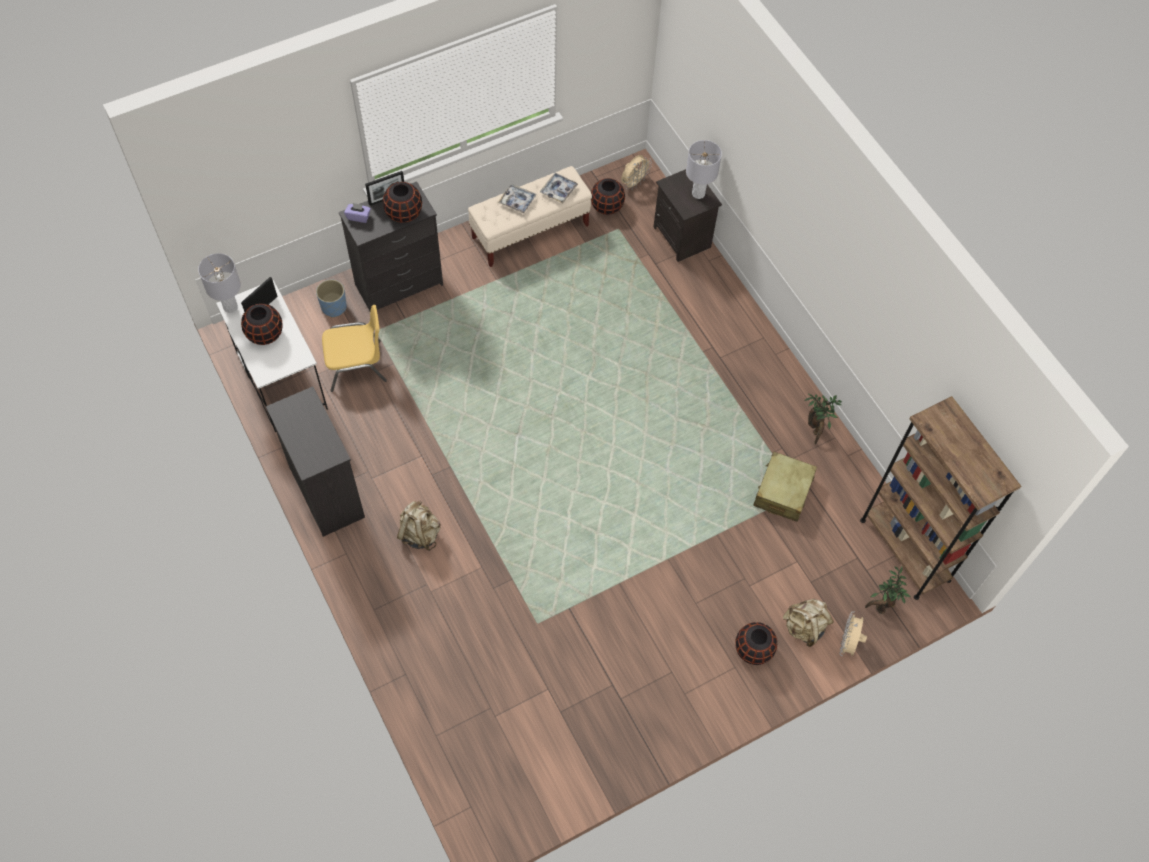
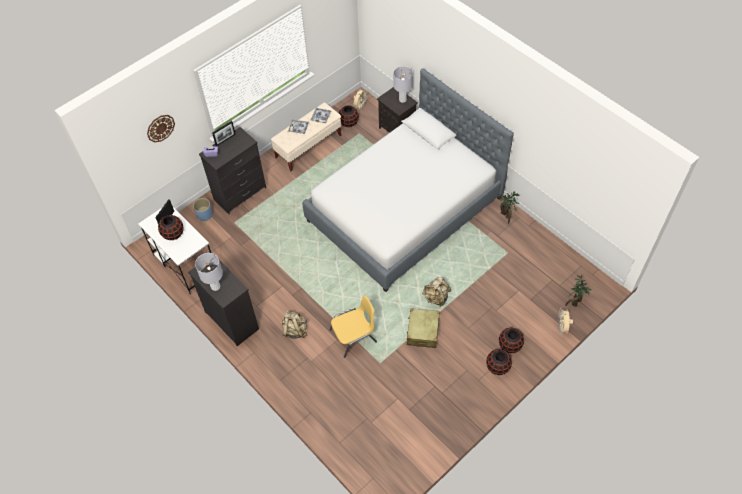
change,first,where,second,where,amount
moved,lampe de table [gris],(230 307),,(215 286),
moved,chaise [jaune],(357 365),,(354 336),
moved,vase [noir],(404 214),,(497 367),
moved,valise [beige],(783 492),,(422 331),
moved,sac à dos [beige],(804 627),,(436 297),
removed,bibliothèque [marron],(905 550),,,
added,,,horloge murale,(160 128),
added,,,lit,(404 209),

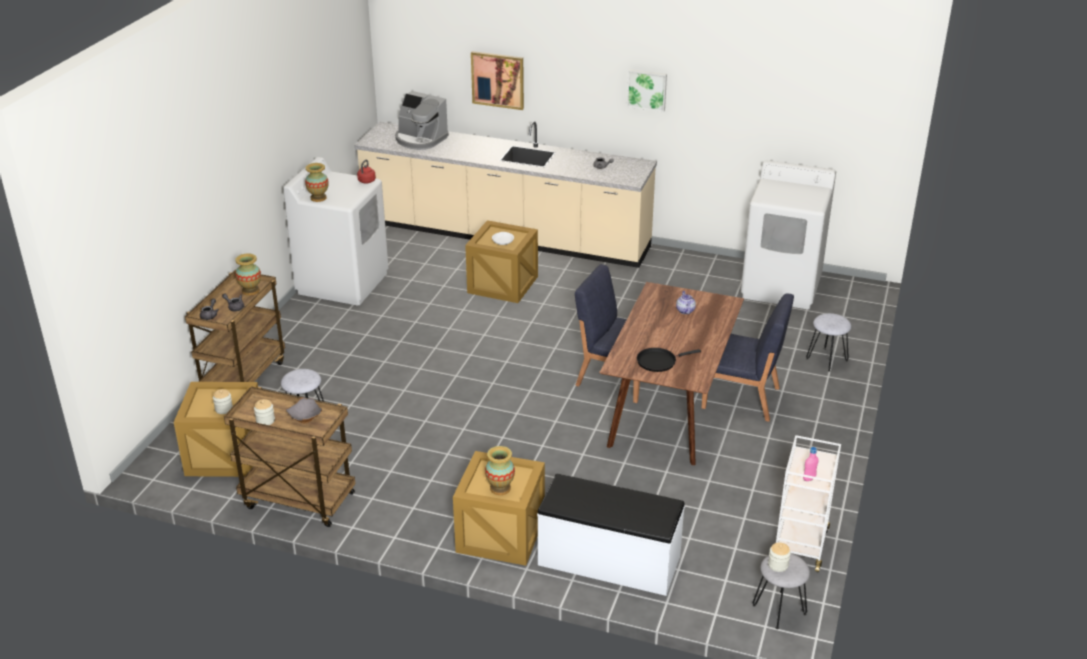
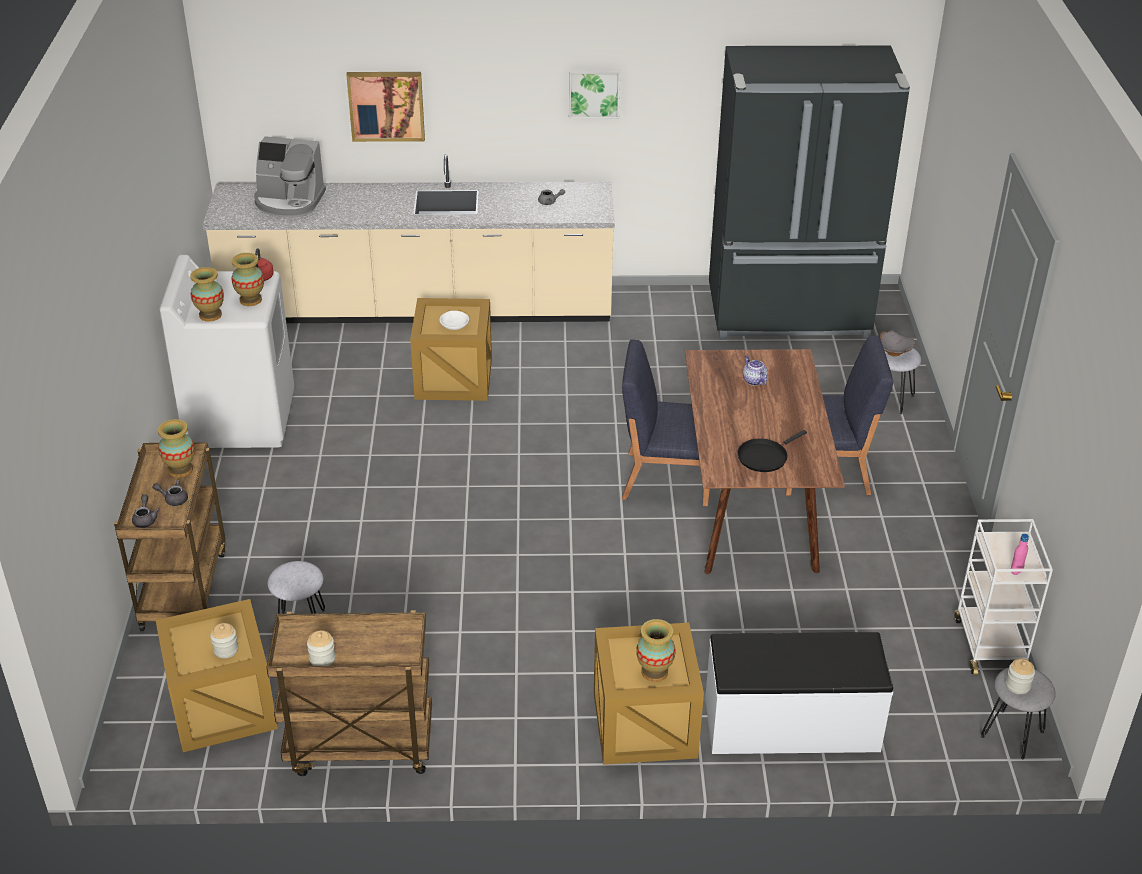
change,first,where,second,where,amount
moved,bol [gris],(306 419),,(894 352),
replaced,lave-linge [blanc],(781 287),réfrigérateur [noir],(789 314),
added,,,vase,(251 300),

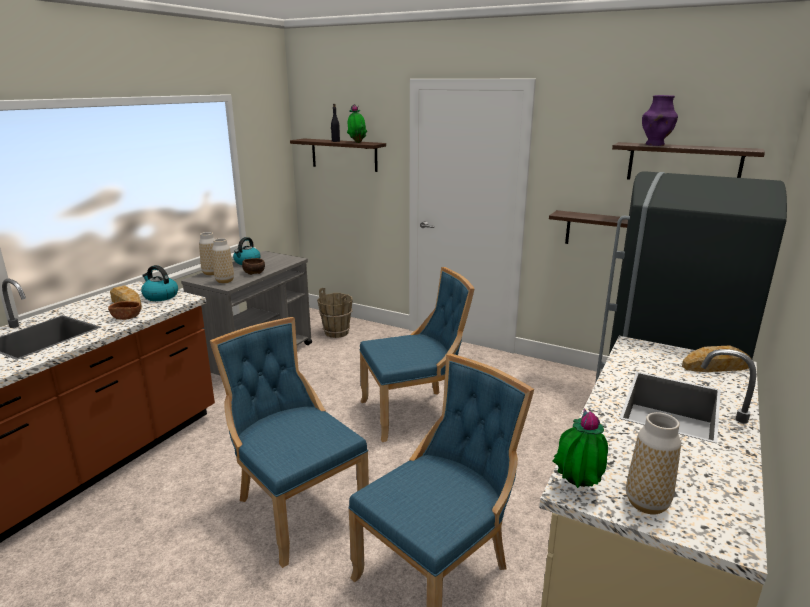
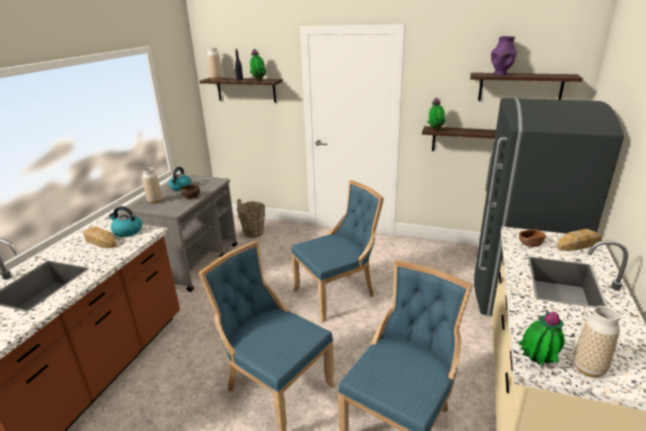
change,first,where,second,where,amount
moved,bol [marron],(126 317),,(530 243),
moved,vase,(225 281),,(216 79),
added,,,plante en pot,(435 130),

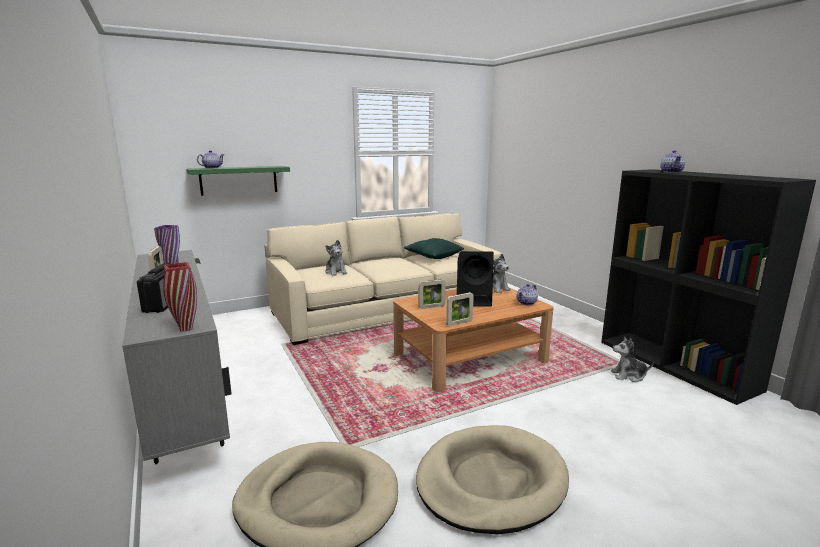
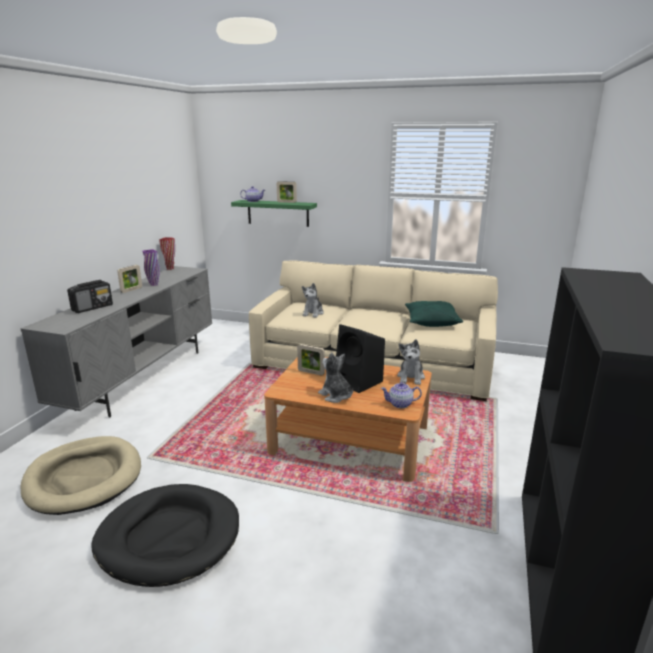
change,first,where,second,where,amount
moved,vase [rouge],(185 328),,(170 269),
recoloured,panier pour chien [beige],(490 481),panier pour chien [noir],(169 537),
moved,cadre photo,(459 323),,(286 202),
moved,peluche,(628 376),,(336 396),
removed,théière,(671 172),,,

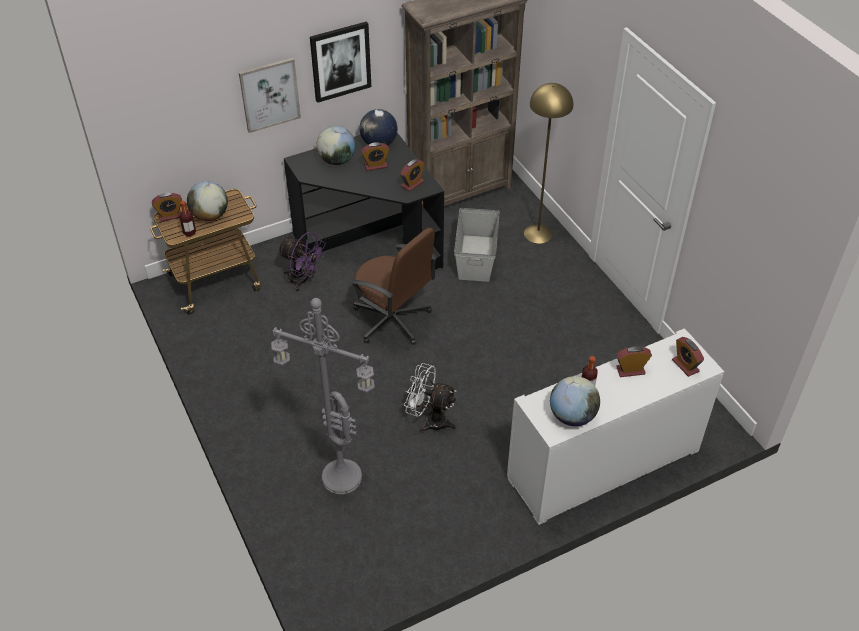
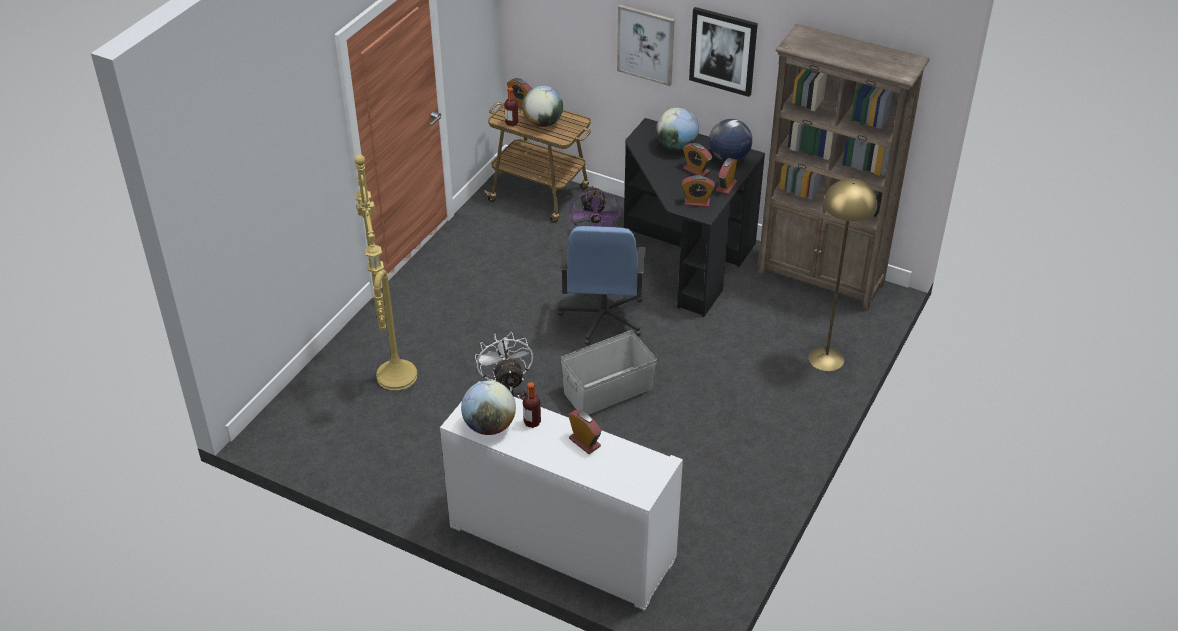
change,first,where,second,where,amount
recoloured,lampadaire [gris],(339 479),lampadaire [jaune],(394 376),
recoloured,chaise de bureau [marron],(392 320),chaise de bureau [bleu],(602 318),
moved,boîte de rangement [gris],(475 258),,(607 390),
moved,réveil,(685 365),,(726 186),

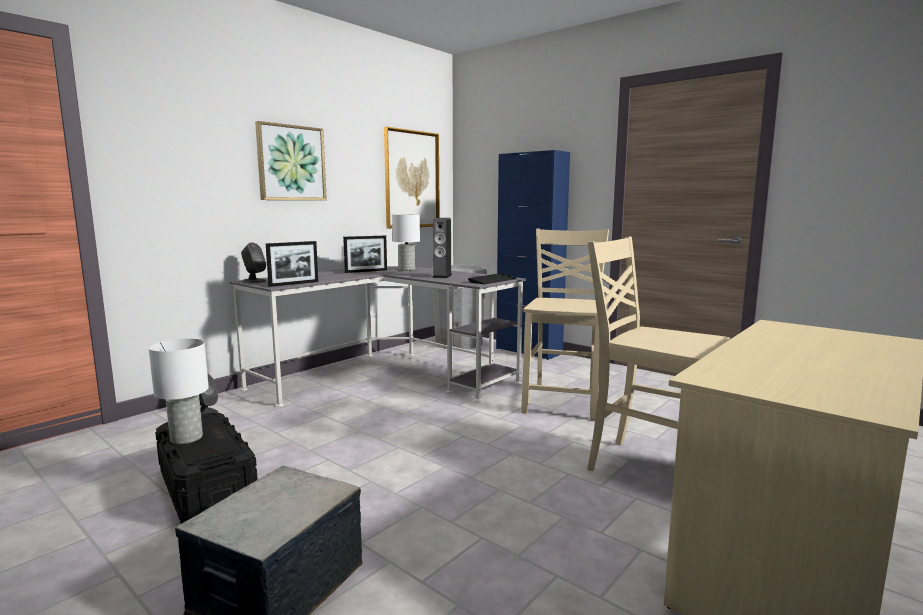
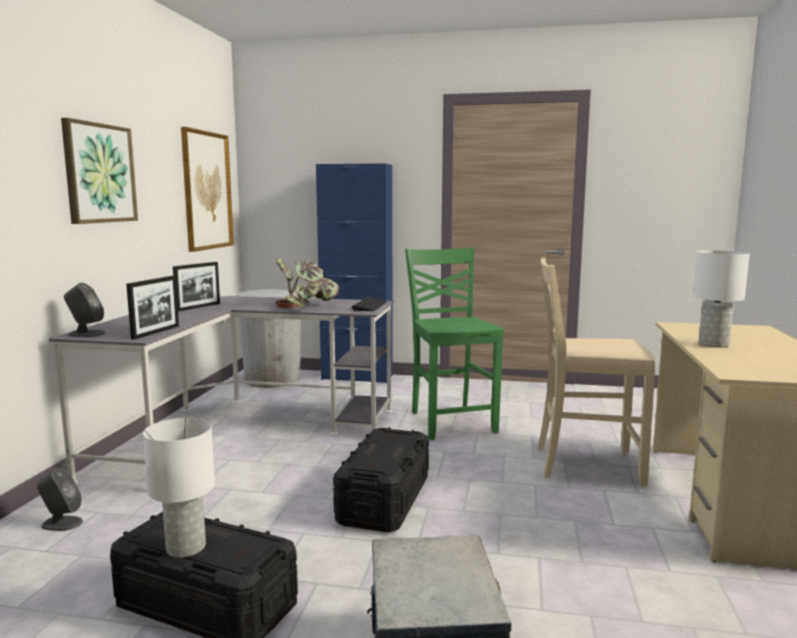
change,first,where,second,where,amount
moved,lampe de table [blanc],(406 269),,(712 344),
replaced,enceinte,(442 276),plante en pot,(305 306),
recoloured,chaise [beige],(563 401),chaise [vert],(451 422),
added,,,boîte de rangement [noir],(385 499),

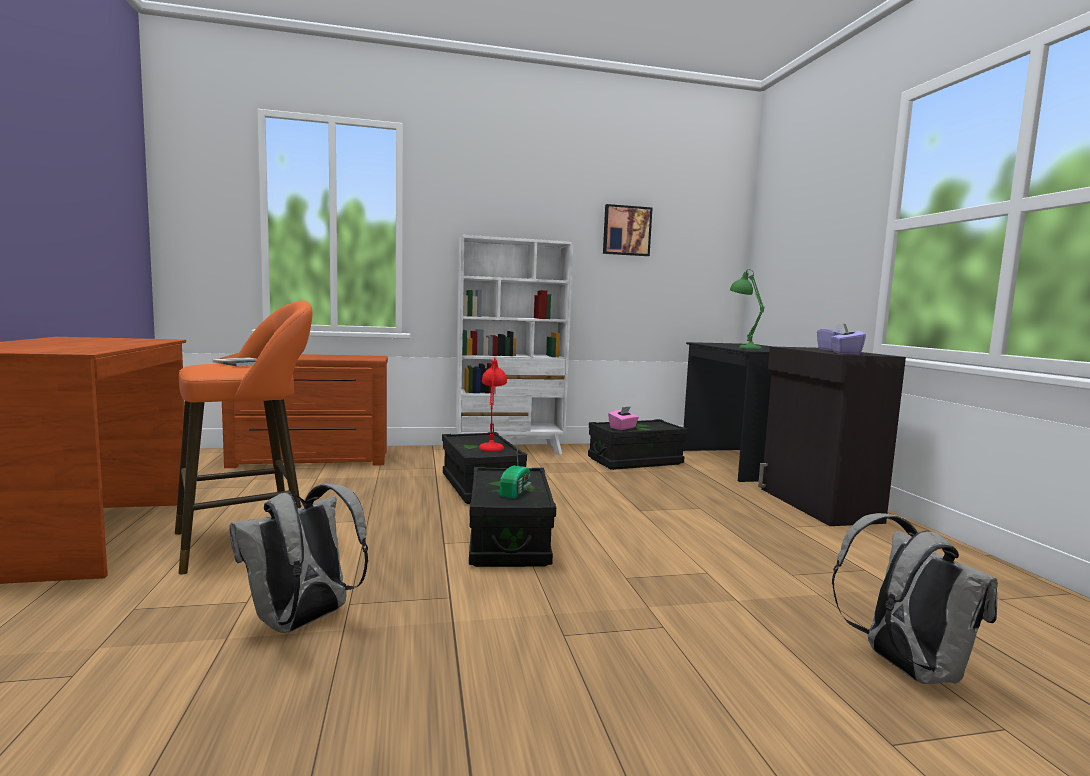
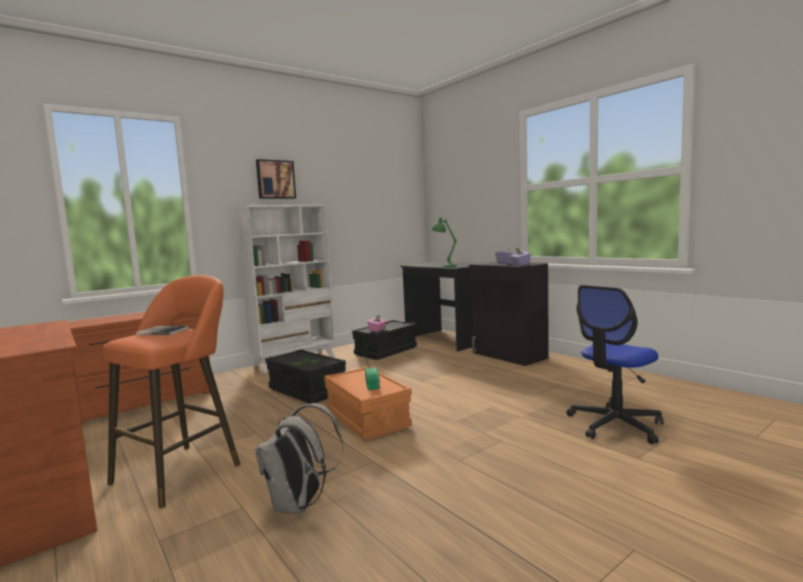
change,first,where,second,where,amount
recoloured,boîte de rangement [noir],(508 540),boîte de rangement [orange],(367 419),
removed,lampe de table [rouge],(492 446),,,
moved,tableau,(626 231),,(275 179),
replaced,sac à dos [gris],(904 667),chaise de bureau,(615 425),

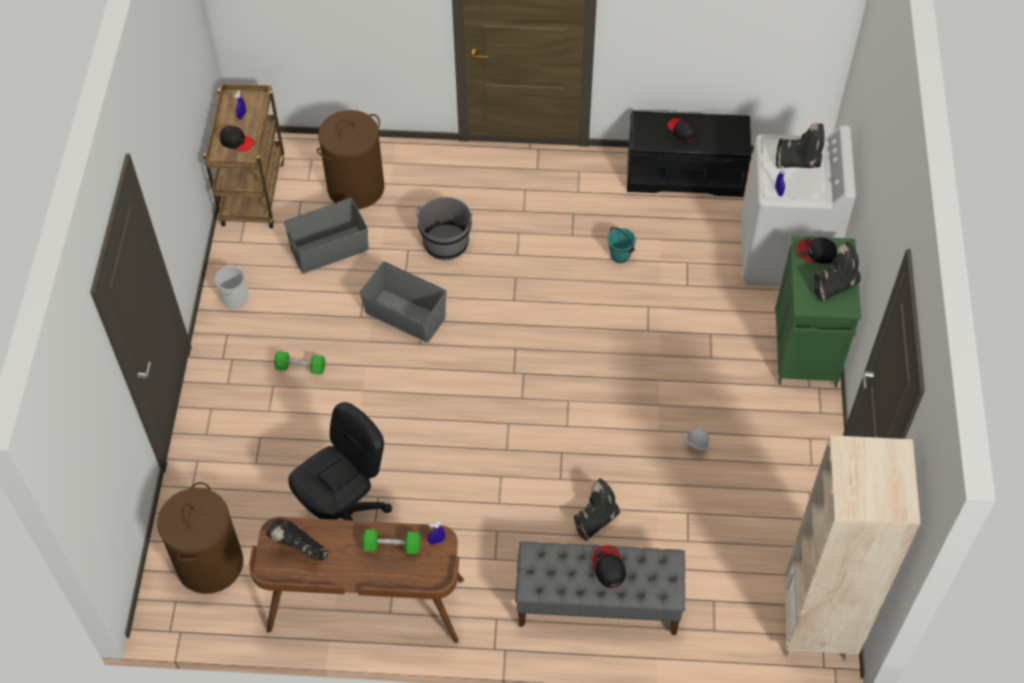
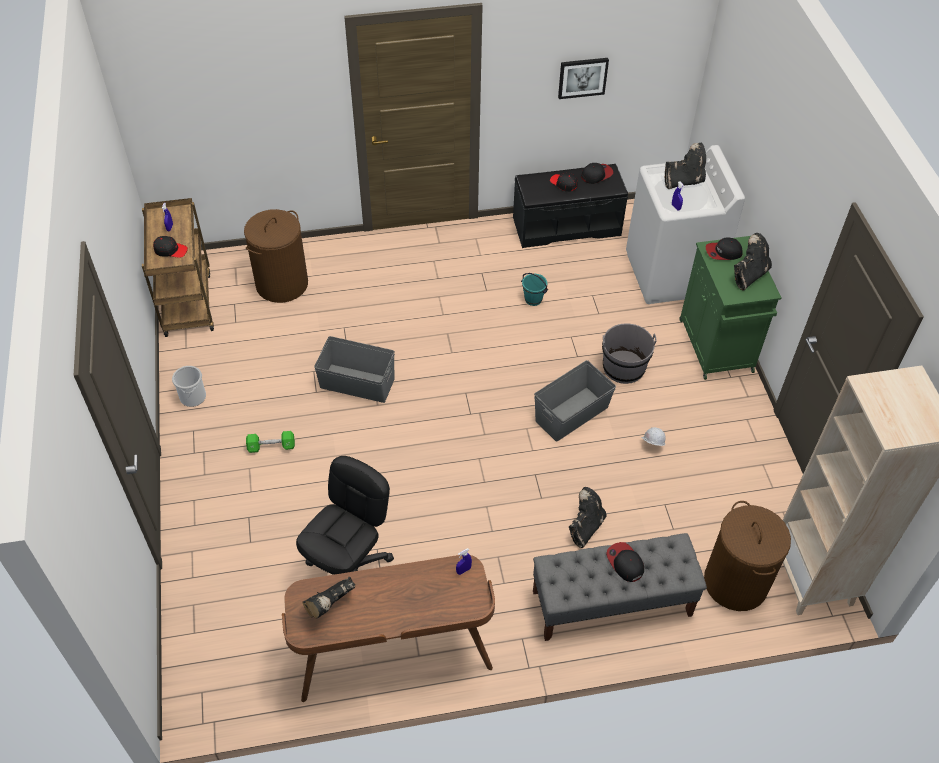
change,first,where,second,where,amount
moved,panier à linge [marron],(209 563),,(735 582),
turned,botte [noir],(300 549),,(330 607),60 degrees counterclockwise
moved,boîte de rangement [gris],(329 249),,(571 414),
removed,haltère [vert],(392 546),,,
moved,seau [gris],(446 243),,(623 367),
added,,,tableau,(582 77),
added,,,casquette,(596 175),

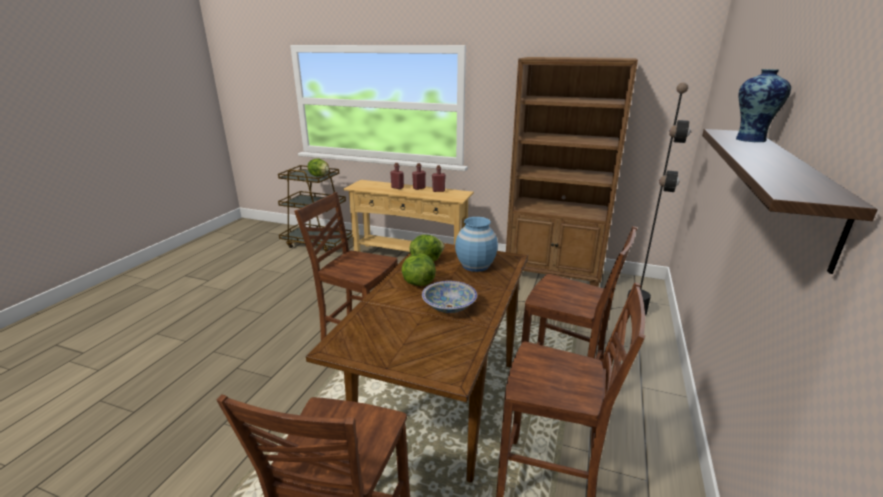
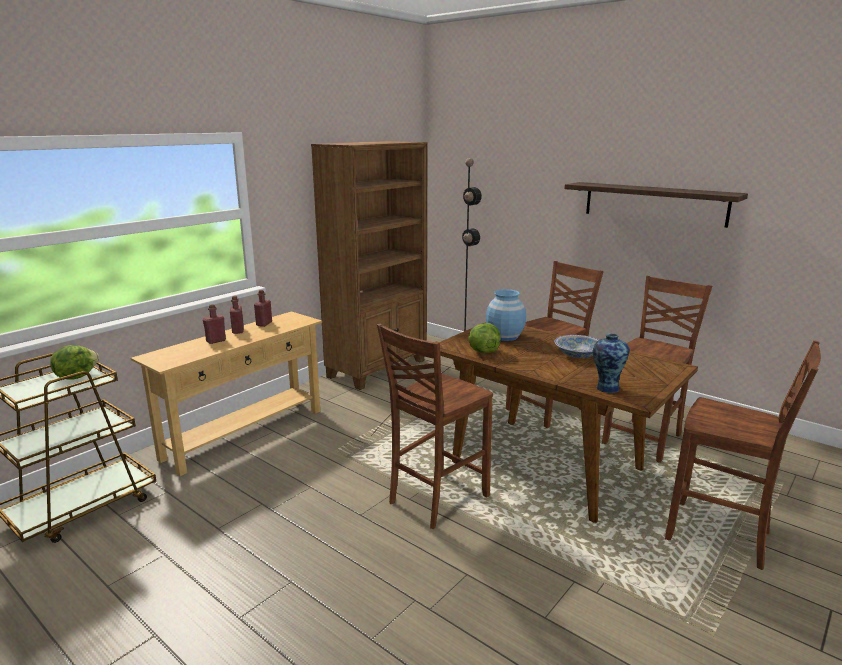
change,first,where,second,where,amount
removed,laitue,(418 283),,,
moved,vase,(750 139),,(606 388),

